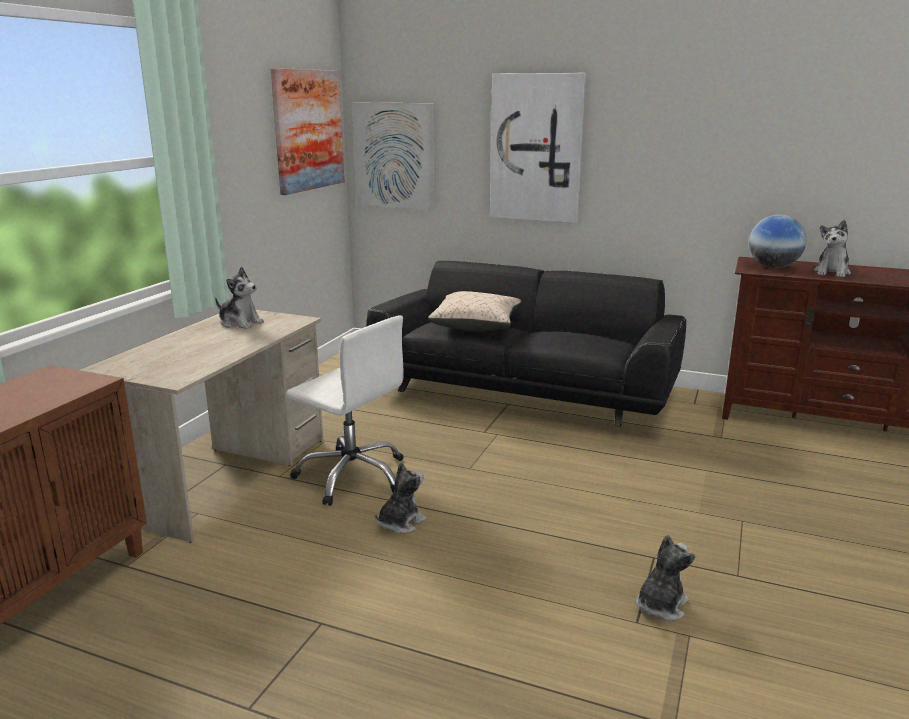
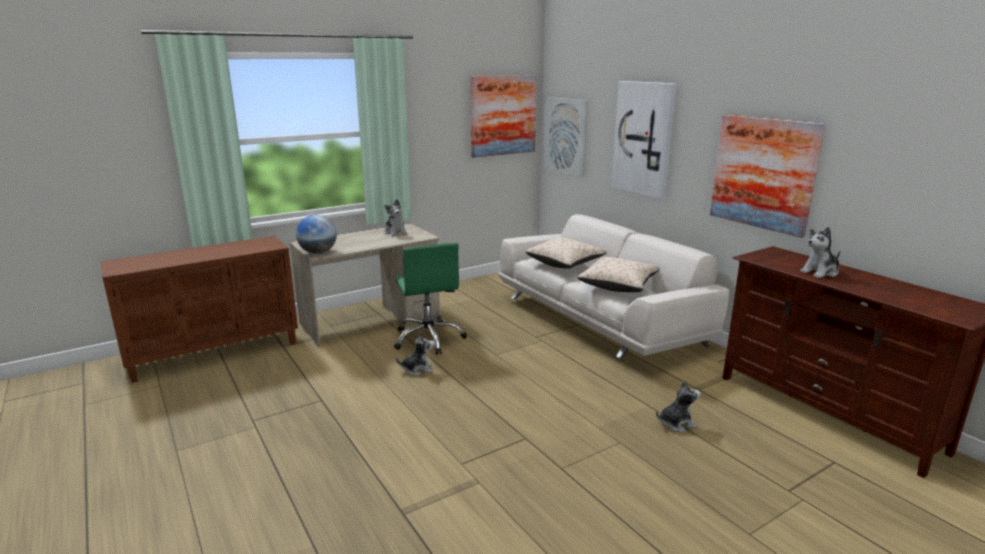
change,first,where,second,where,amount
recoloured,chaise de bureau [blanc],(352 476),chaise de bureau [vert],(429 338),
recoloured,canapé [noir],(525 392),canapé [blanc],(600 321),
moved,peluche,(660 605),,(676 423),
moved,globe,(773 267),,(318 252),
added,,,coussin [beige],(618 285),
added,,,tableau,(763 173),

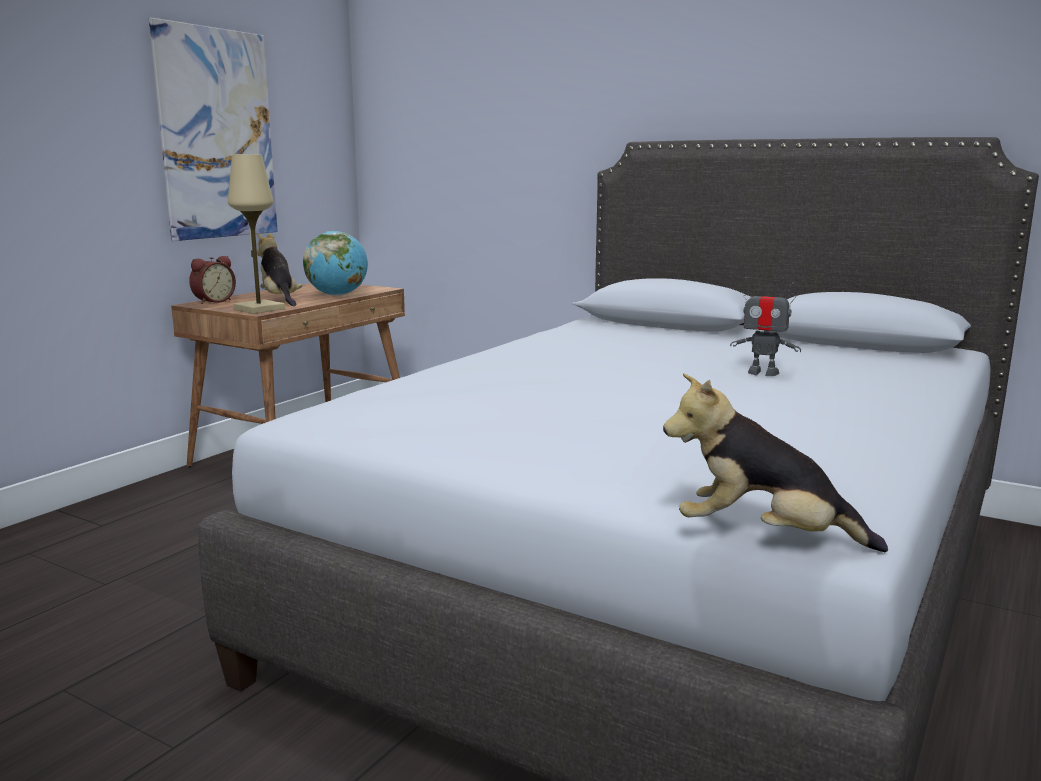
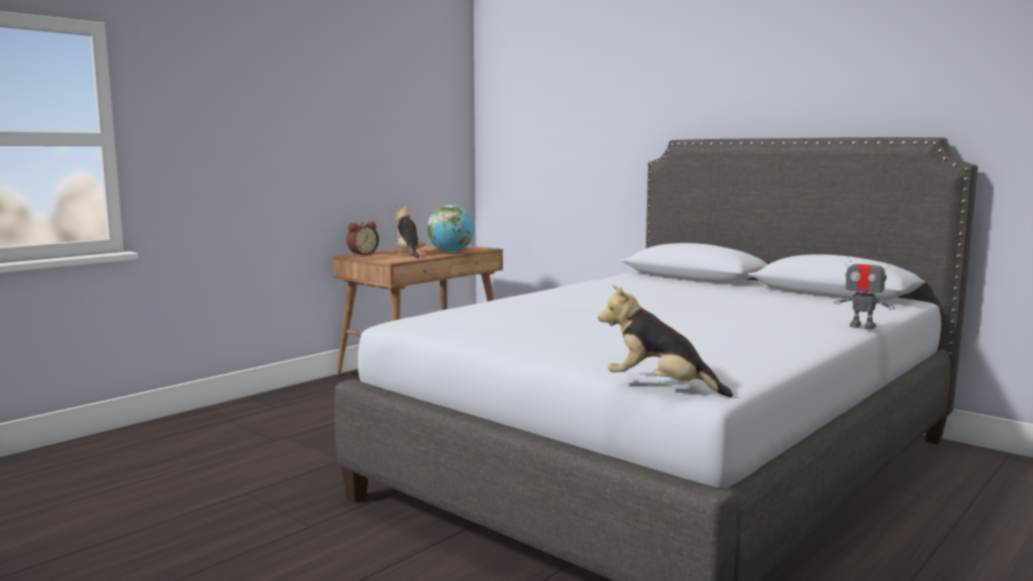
change,first,where,second,where,amount
removed,tableau,(217 134),,,
removed,lampe de table [beige],(258 309),,,
moved,robot jouet,(763 372),,(862 326),

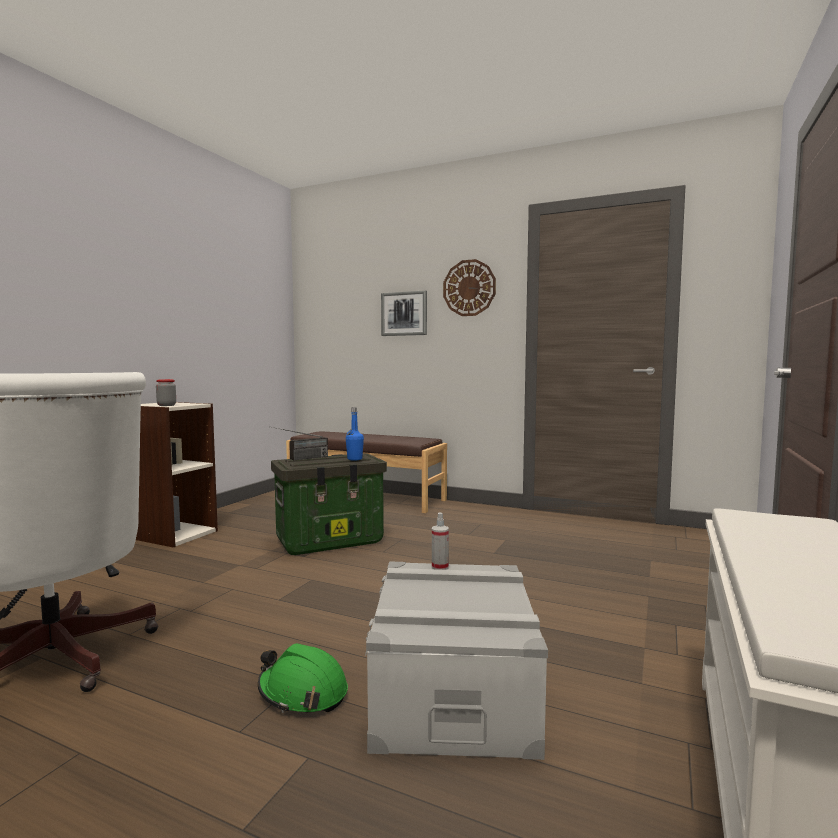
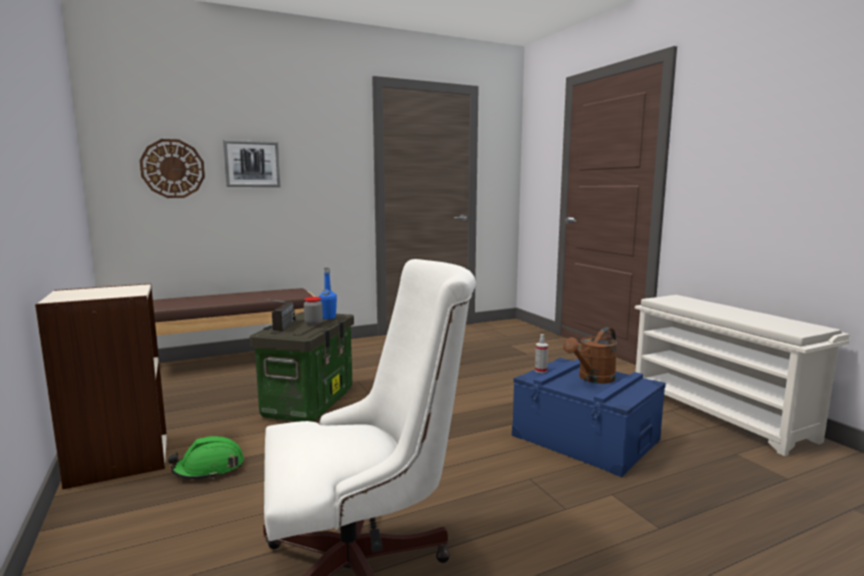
change,first,where,second,where,amount
moved,bocal,(166 405),,(313 323),
moved,casque de chantier [vert],(302 693),,(209 469),
recoloured,boîte de rangement [gris],(453 690),boîte de rangement [bleu],(585 437),
moved,horloge murale,(469 288),,(173 168),
added,,,arrosoir [marron],(592 379),

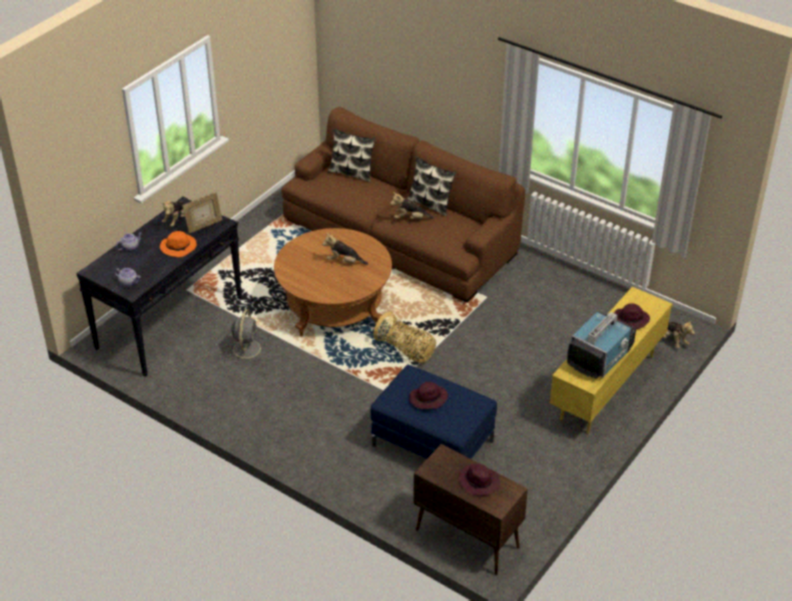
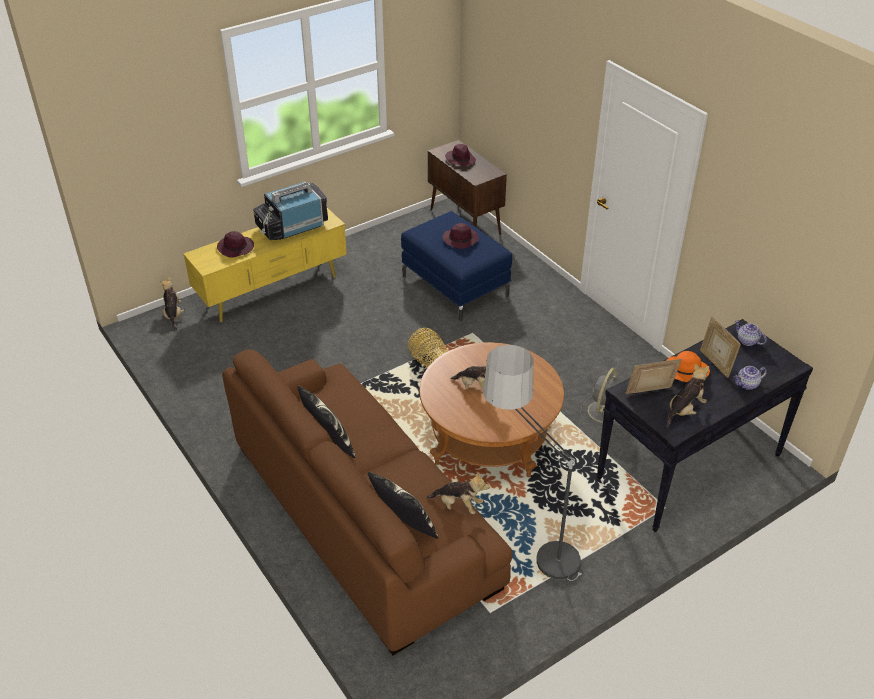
change,first,where,second,where,amount
moved,peluche,(410 218),,(458 505),
added,,,lampadaire,(528 544),
added,,,cadre photo,(715 363),

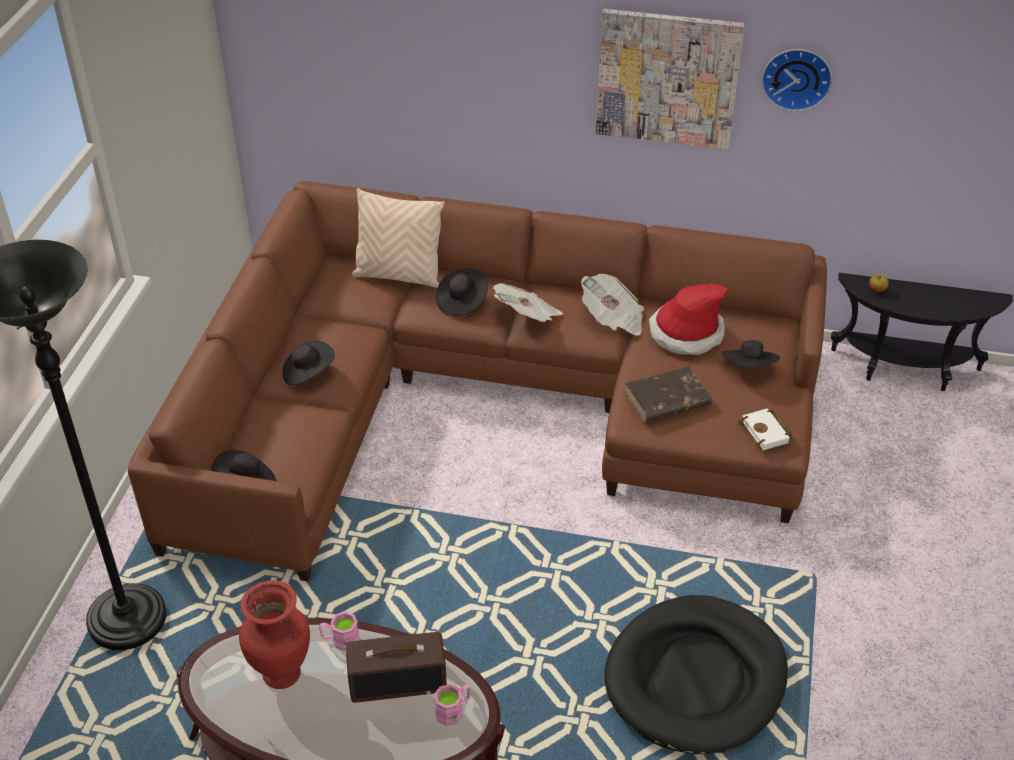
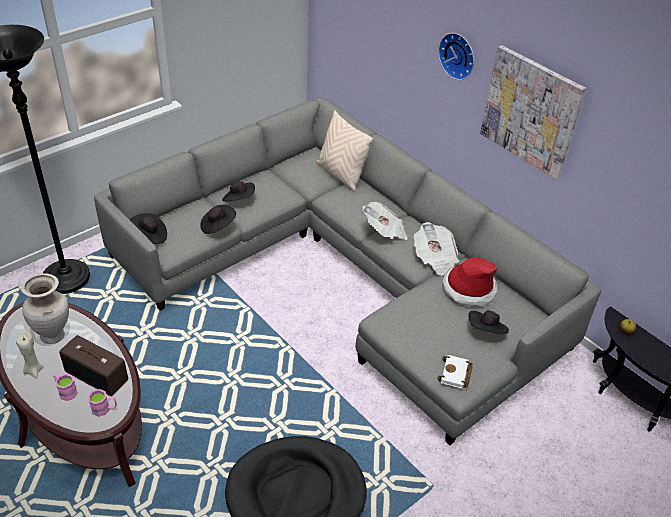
change,first,where,second,where,amount
recoloured,canapé [marron],(487 400),canapé [gris],(347 272),
recoloured,vase [rouge],(282 673),vase [beige],(53 335),
moved,mug [rose],(340 640),,(65 391),
moved,chapeau [noir],(462 302),,(217 226),
removed,livre [marron],(666 399),,,
moved,horloge murale,(797 77),,(458 55),
added,,,bougie [beige],(33 370),

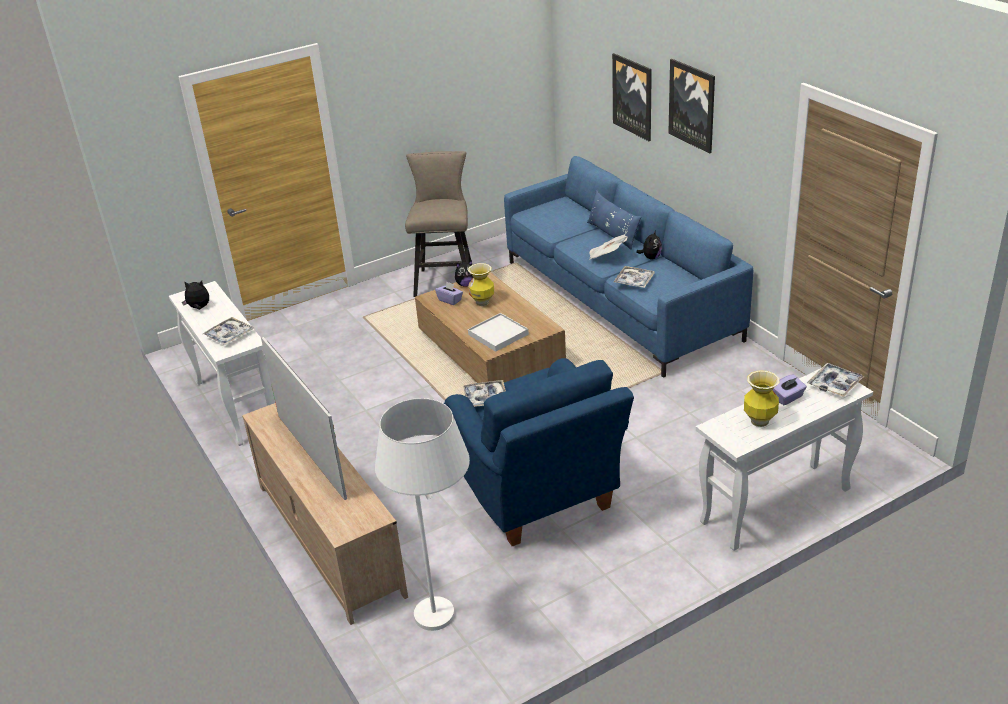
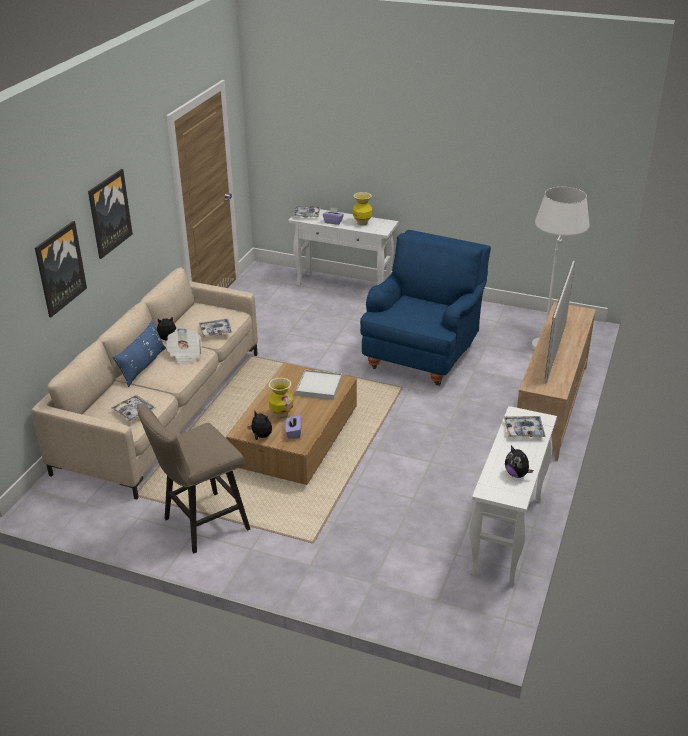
change,first,where,second,where,amount
moved,plateau,(485 398),,(134 411),
recoloured,canapé [bleu],(619 299),canapé [beige],(162 410),

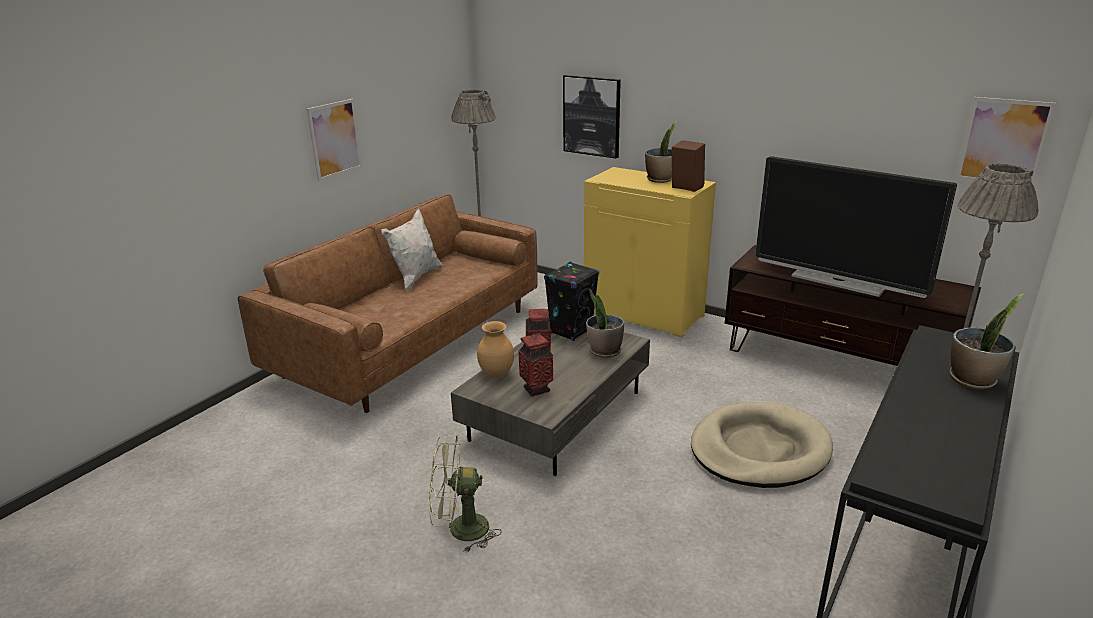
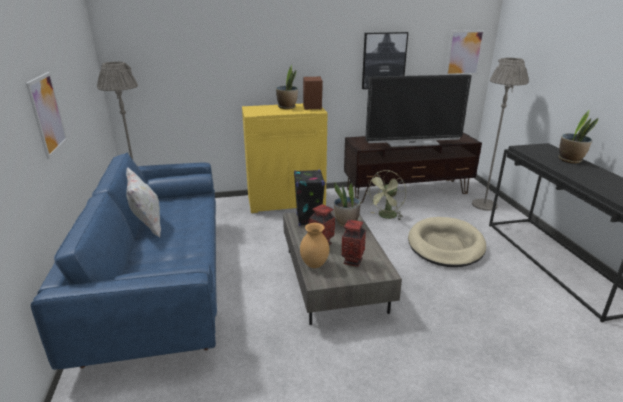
change,first,where,second,where,amount
recoloured,canapé [marron],(410 342),canapé [bleu],(159 283),
moved,ventilateur [vert],(460 530),,(386 216),
moved,tableau,(592 116),,(383 60),

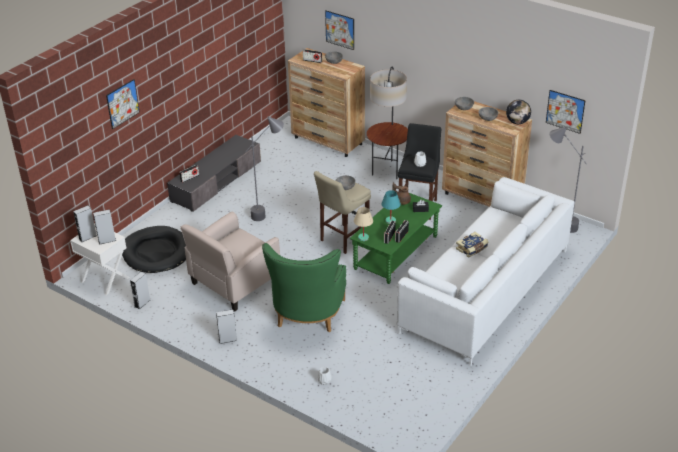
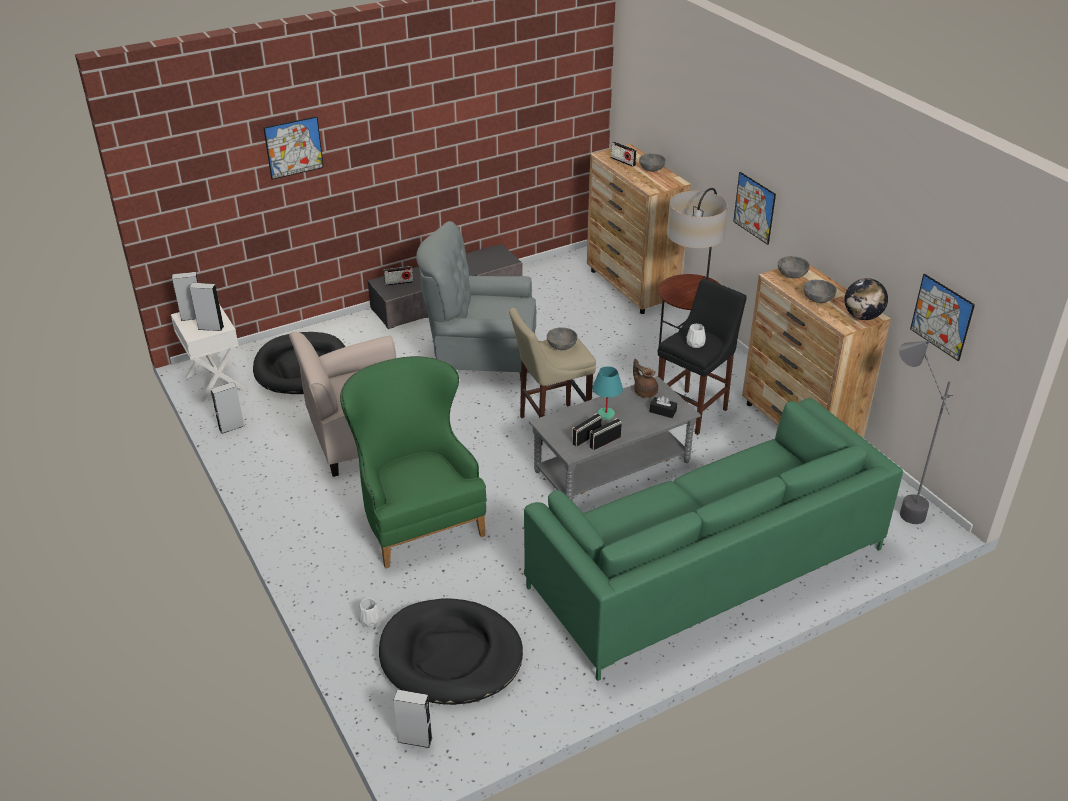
change,first,where,second,where,amount
moved,enceinte [gris],(227 340),,(415 739),
replaced,lampadaire [gris],(269 213),fauteuil [gris],(481 359),
turned,fauteuil [vert],(306 318),,(417 519),120 degrees clockwise
moved,tableau,(340 30),,(754 208),
recoloured,table basse [vert],(395 252),table basse [gris],(612 466),
removed,lampe de table [beige],(363 238),,,
recoloured,canapé [blanc],(485 290),canapé [vert],(706 568),
removed,livre,(472 249),,,
added,,,panier pour chien [noir],(451 656),

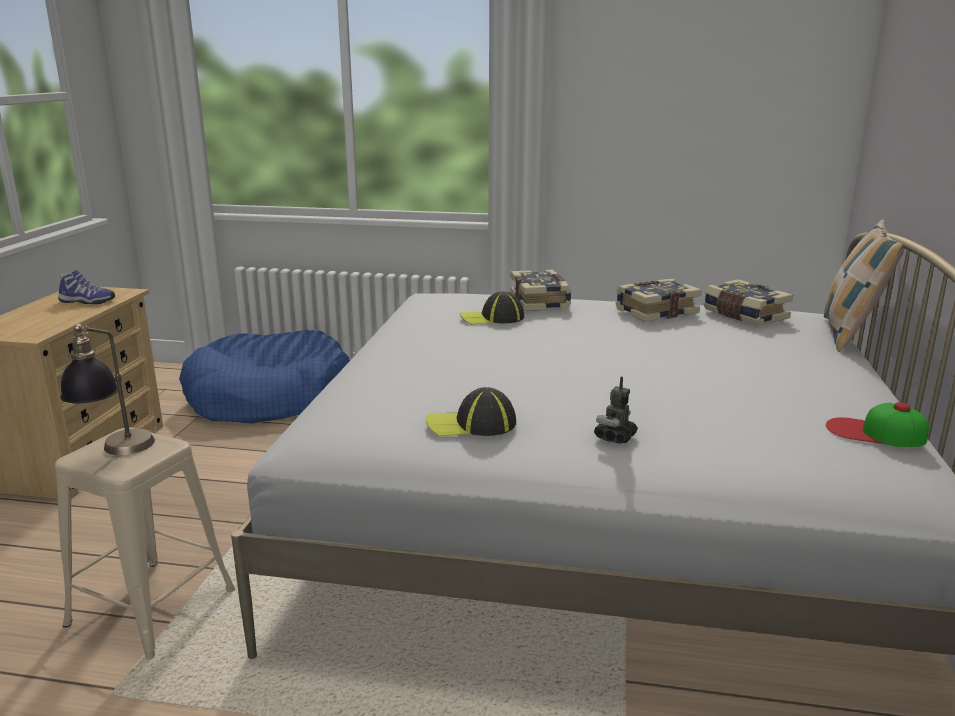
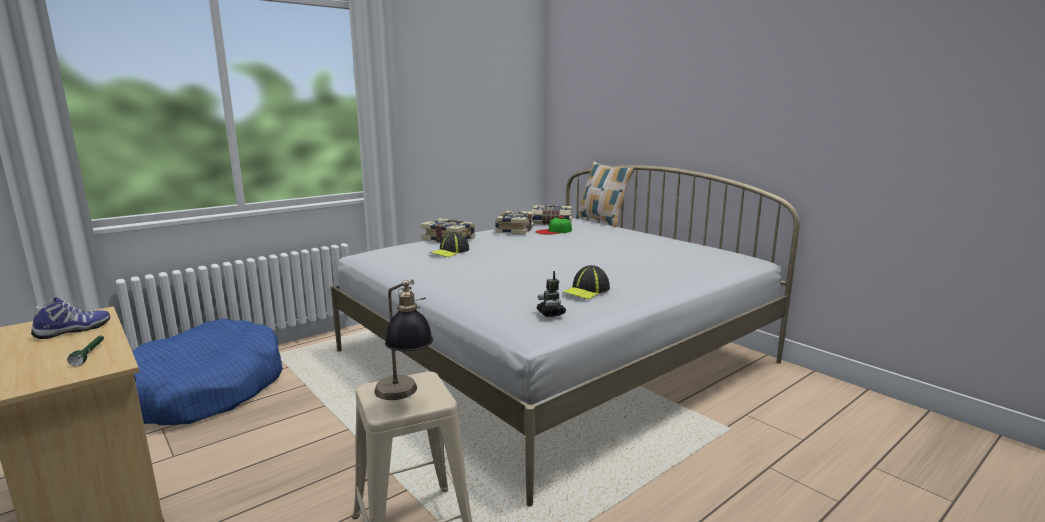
change,first,where,second,where,amount
moved,robot jouet,(615 437),,(551 313),
moved,casquette,(875 432),,(554 231),
added,,,lampe de poche [vert],(90 354),

